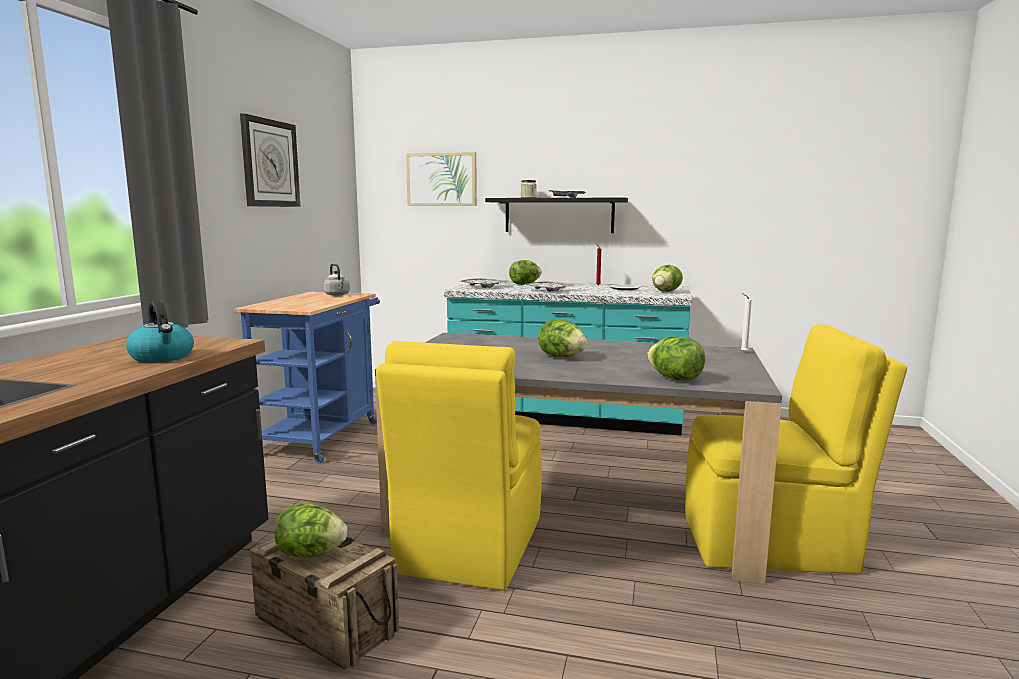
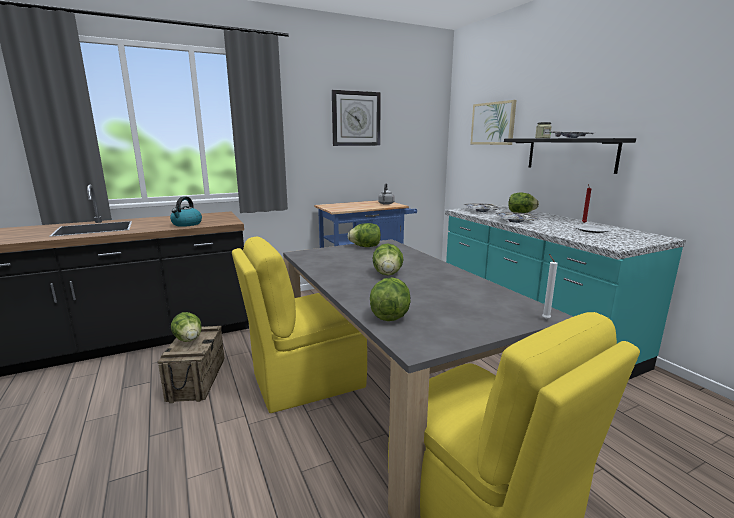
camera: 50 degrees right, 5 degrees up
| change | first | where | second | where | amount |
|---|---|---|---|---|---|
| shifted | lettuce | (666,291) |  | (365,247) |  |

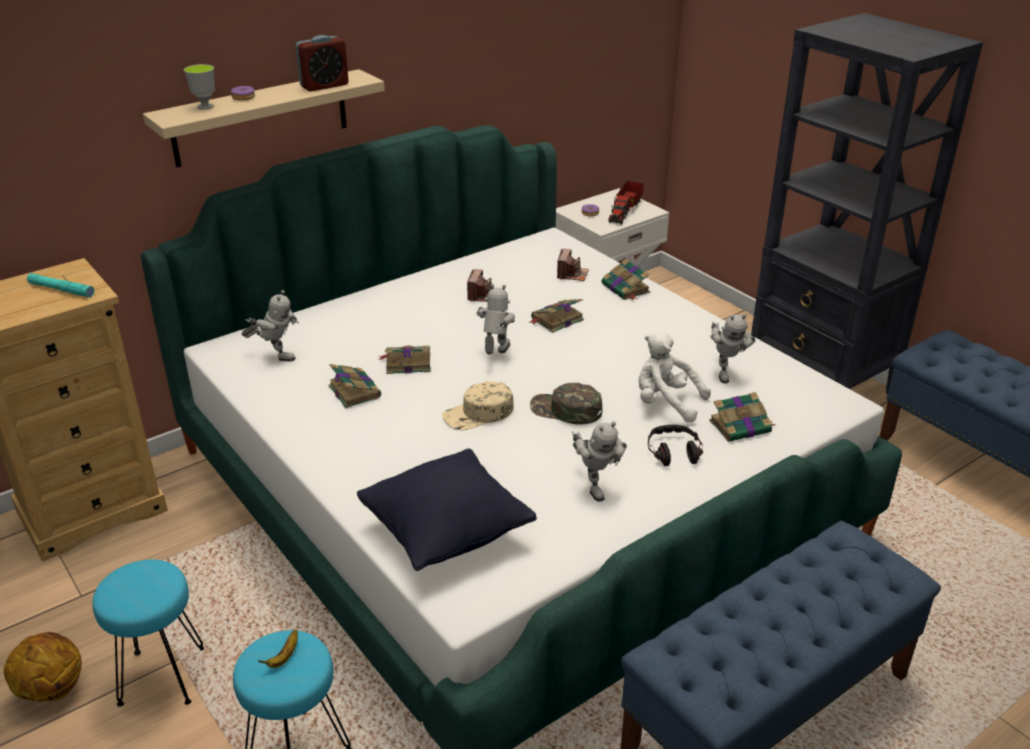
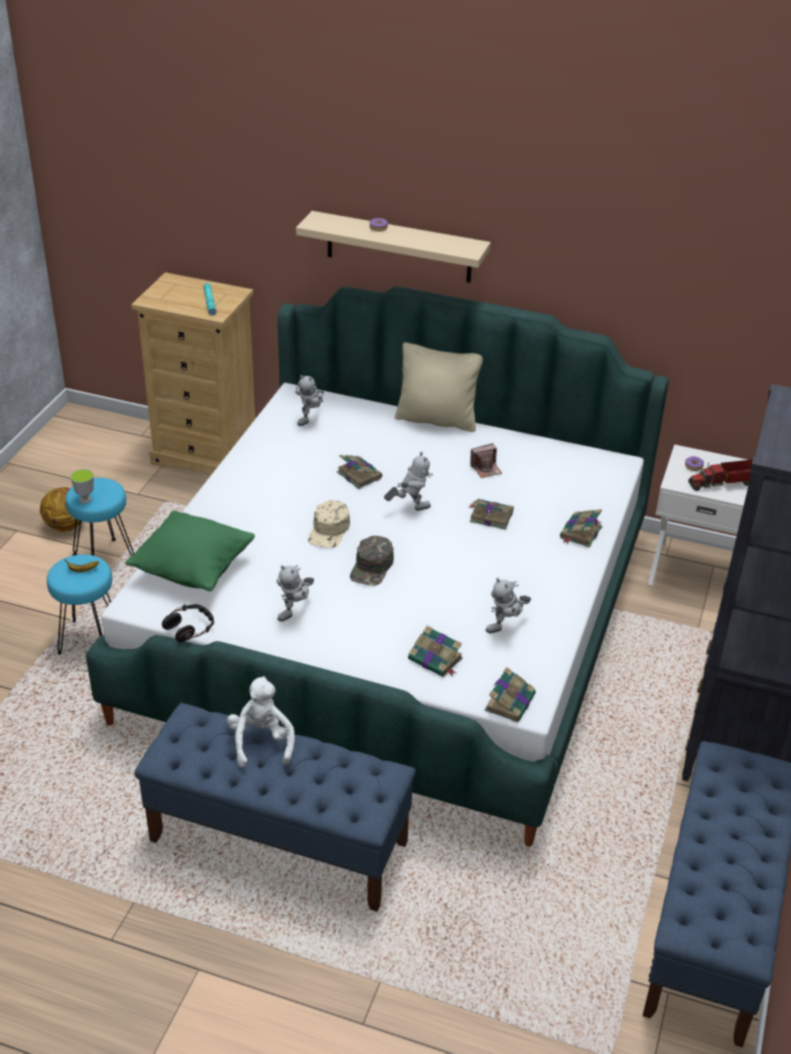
camera: 55 degrees right, 5 degrees up
| change | first | where | second | where | amount |
|---|---|---|---|---|---|
| shifted | cup | (205,106) |  | (85,499) |  |
| rotated | robot figure | (276,355) |  | (311,419) | 45 degrees clockwise |
| gone | bedside clock | (324,86) |  |  |  |
| shifted | bound book | (354,391) |  | (510,701) |  |
| repainted | black throw pillow | (446,534) | green-coloured throw pillow | (193,570) |  |
| rotated | beige-coloured cap | (478,414) |  | (329,530) | 105 degrees counterclockwise |
| rotated | green-coloured cap | (565,410) |  | (372,567) | 150 degrees counterclockwise |
| gone | photo camera | (572,274) |  |  |  |
| shifted | white-coloured cuddly toy | (665,403) |  | (261,742) |  |
| shifted | headset | (673,451) |  | (189,627) |  |
| new |  |  | beige-coloured throw pillow | (437,419) |  |

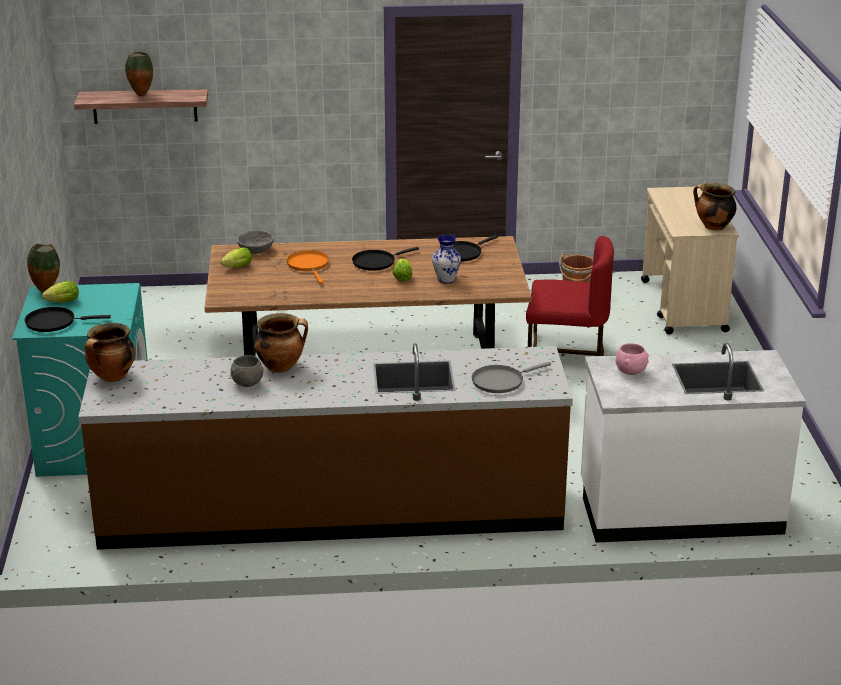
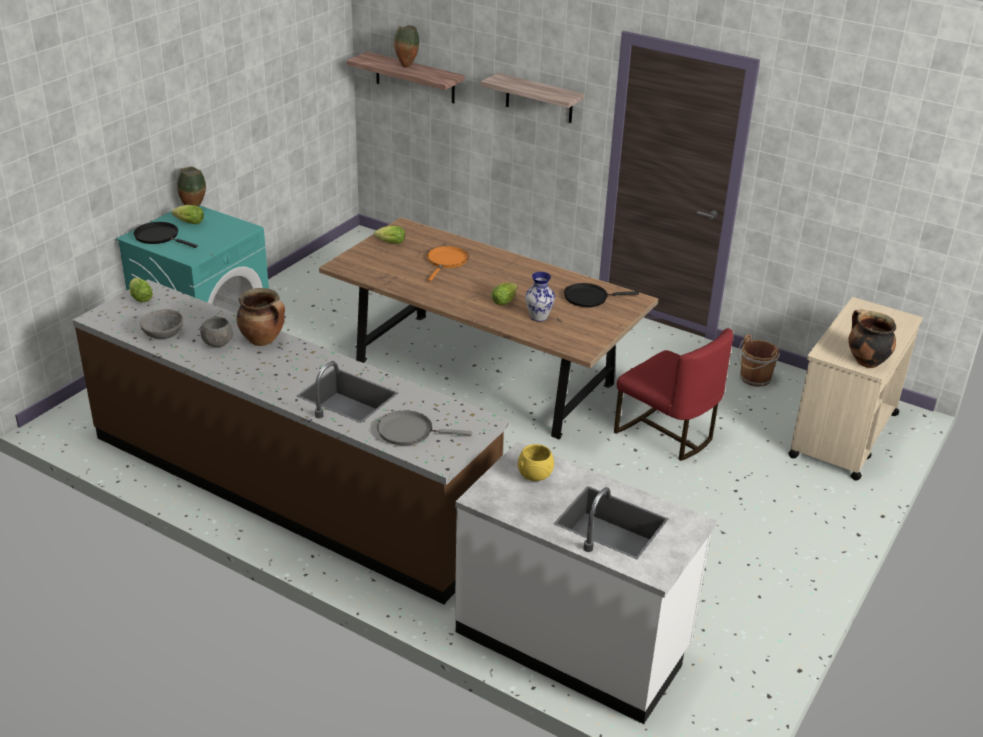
camera: 35 degrees right, 5 degrees up
| change | first | where | second | where | amount |
|---|---|---|---|---|---|
| swapped | cooking pot | (112,377) | lettuce | (140,297) |  |
| shifted | gray deep dish | (256,250) |  | (164,333) |  |
| gone | black frying pan | (376,262) |  |  |  |
| repainted | pink deep dish | (630,371) | yellowish deep dish | (535,476) |  |
| new |  |  | bracket shelf | (539,98) |  |

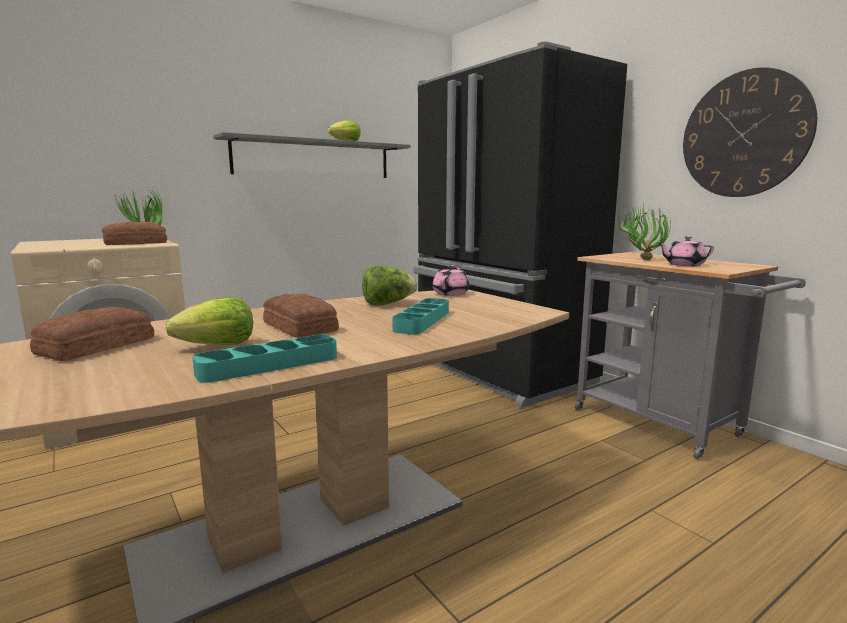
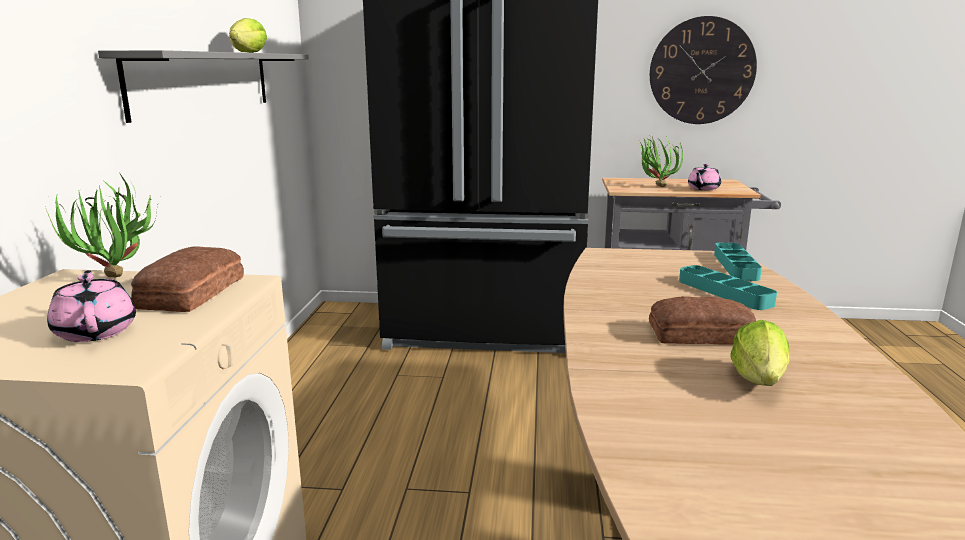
camera: 50 degrees left, 5 degrees up
| change | first | where | second | where | amount |
|---|---|---|---|---|---|
| gone | baked bread | (94,346) |  |  |  |
| shifted | turquoise serving tray | (269,365) |  | (735,266) |  |
| gone | lettuce | (388,304) |  |  |  |
| shifted | pink teapot | (451,293) |  | (96,331) |  |

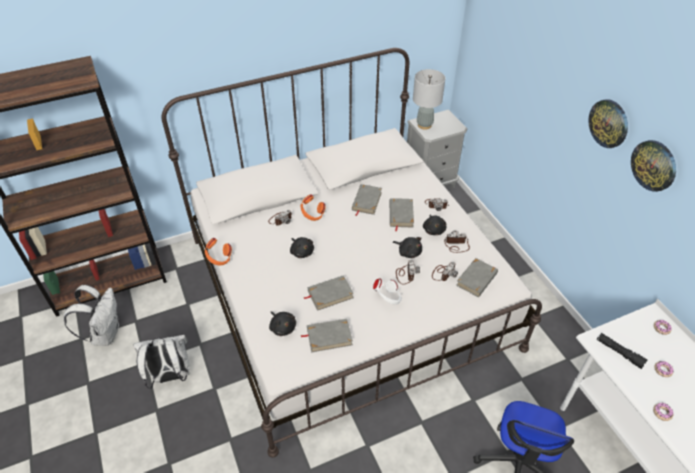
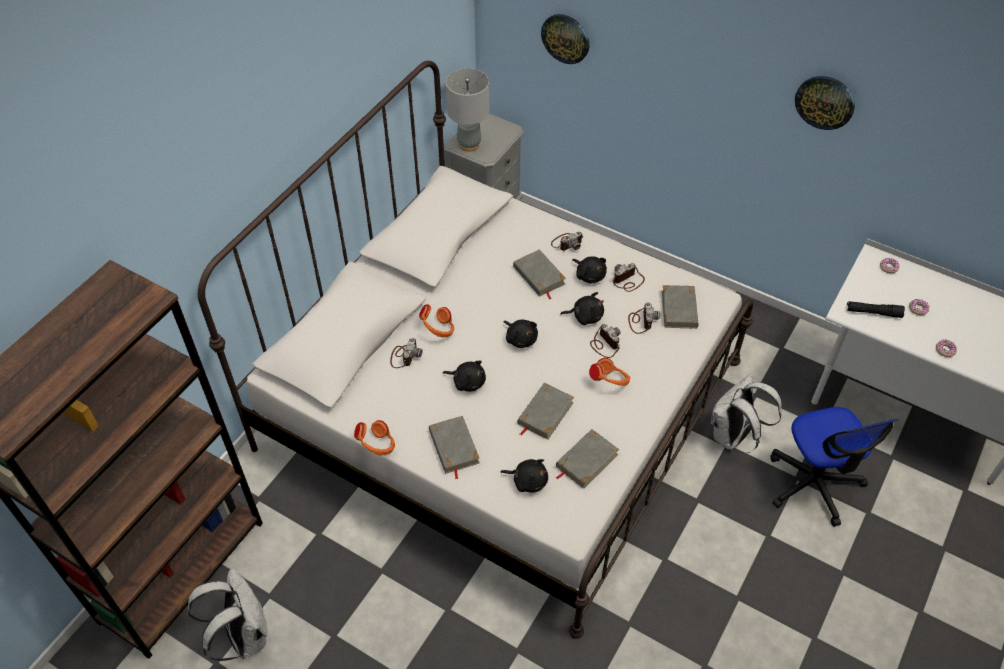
camera: 35 degrees left, 5 degrees up
| change | first | where | second | where | amount |
|---|---|---|---|---|---|
| shifted | white-coloured rucksack | (170,376) |  | (733,437) |  |
| shifted | gray bound book | (366,201) |  | (453,447) |  |
| repainted | white-coloured headset | (388,298) | orange-coloured headset | (609,382) |  |
| shifted | hanging clock | (609,123) |  | (566,38) |  |
| new |  |  | black cuddly toy | (520,338) |  |

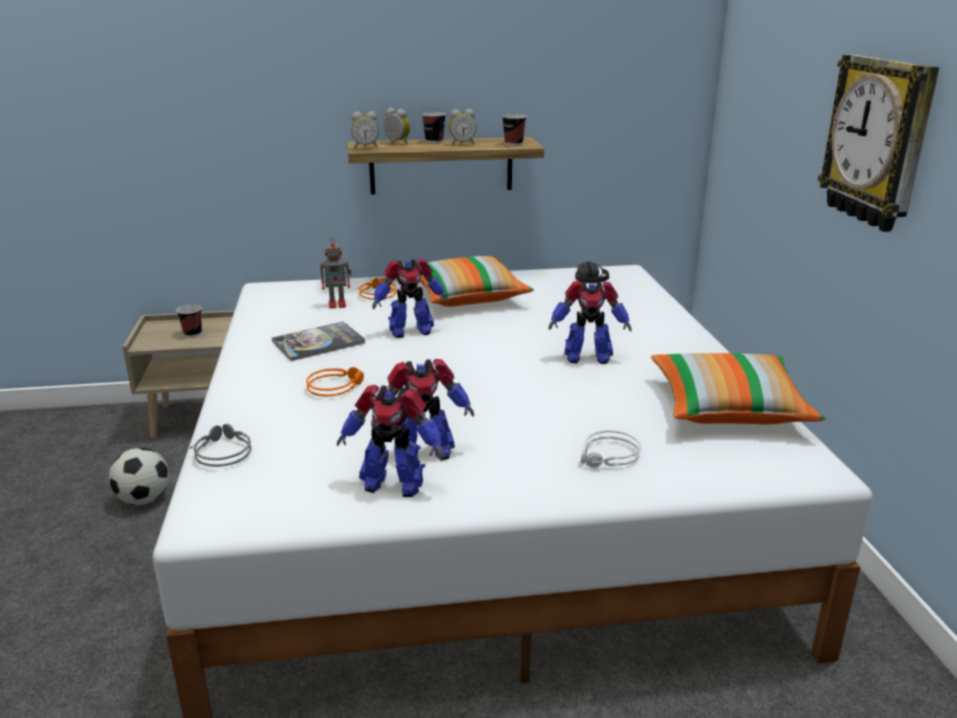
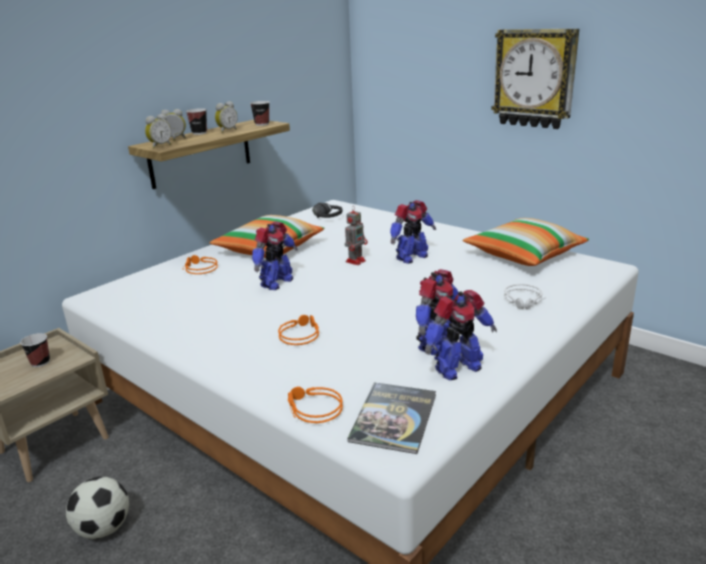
camera: 40 degrees left, 0 degrees up
| change | first | where | second | where | amount |
|---|---|---|---|---|---|
| repainted | gray headset | (221,452) | orange-coloured headset | (312,410) |  |
| shifted | bound book | (318,342) |  | (394,418) |  |
| shifted | robot figure | (338,304) |  | (356,261) |  |

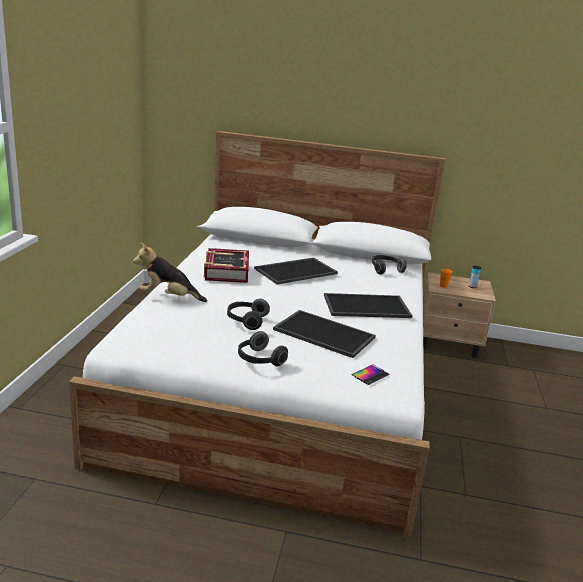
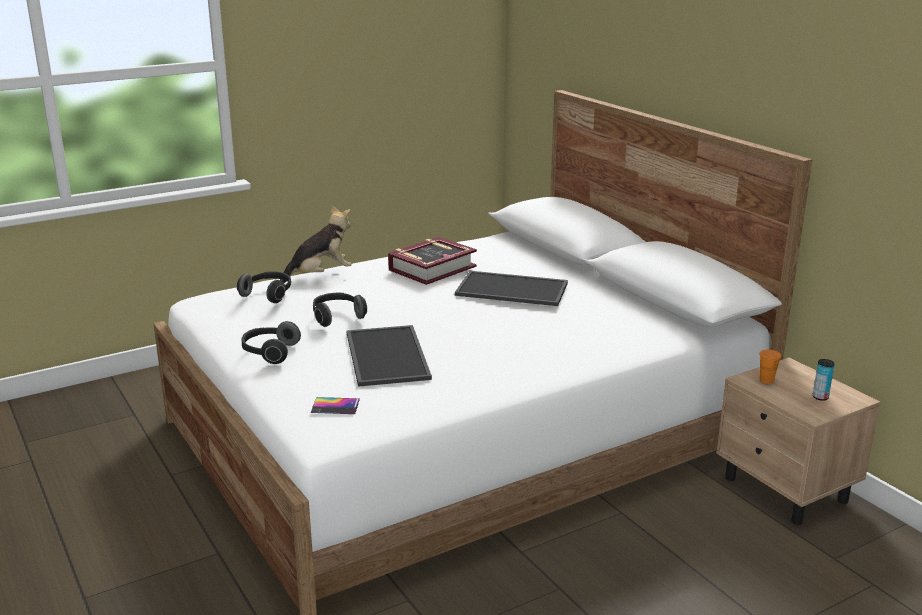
camera: 50 degrees right, 0 degrees up
| change | first | where | second | where | amount |
|---|---|---|---|---|---|
| rotated | cuddly toy | (168,297) |  | (320,275) | 90 degrees clockwise |
| gone | serving tray | (366,307) |  |  |  |
| shifted | headset | (385,270) |  | (268,295) |  |

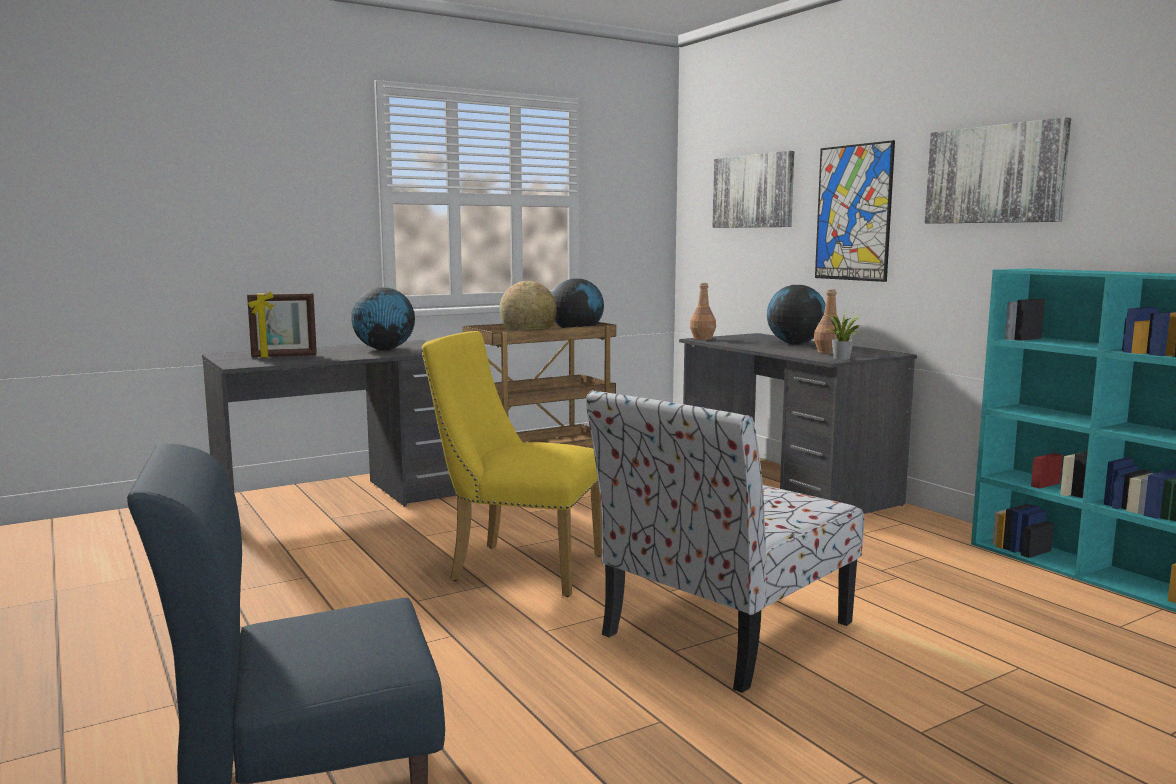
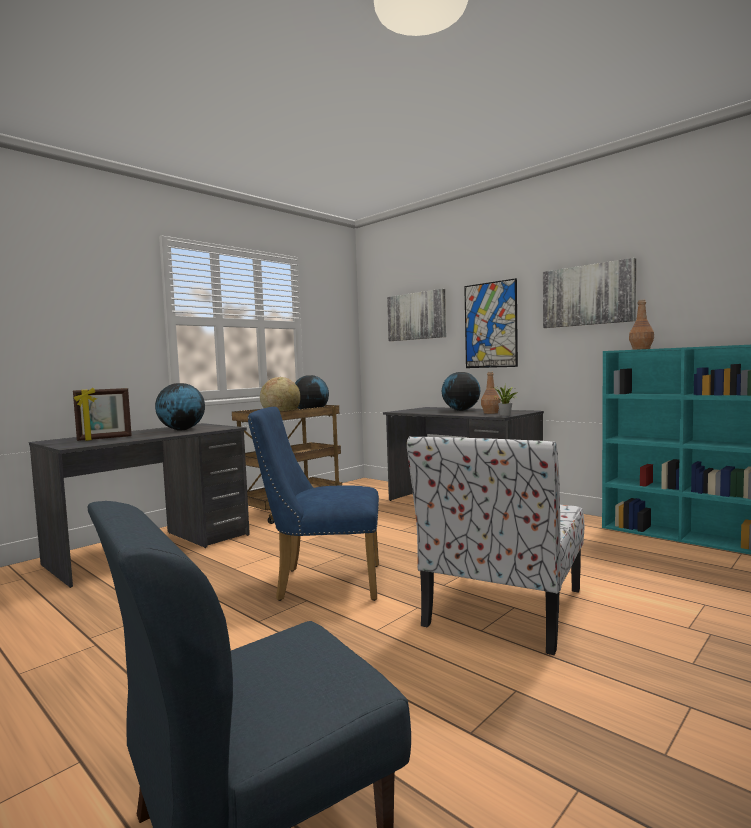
camera: 15 degrees left, 5 degrees down
| change | first | where | second | where | amount |
|---|---|---|---|---|---|
| repainted | yellowish chair | (516,567) | bluish chair | (321,583) |  |
| shifted | brown-coloured beverage bottle | (702,339) |  | (641,349) |  |

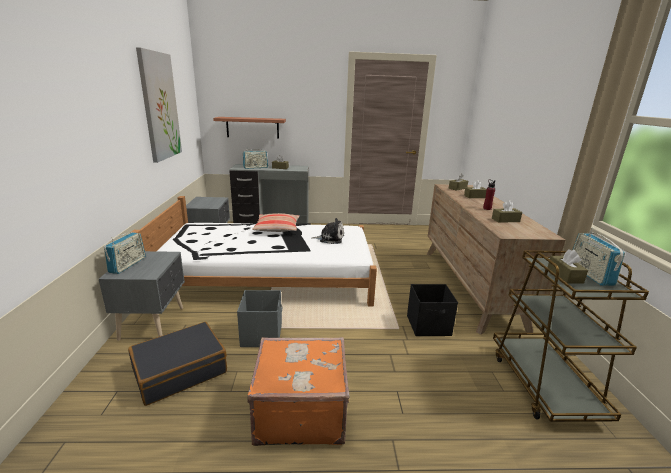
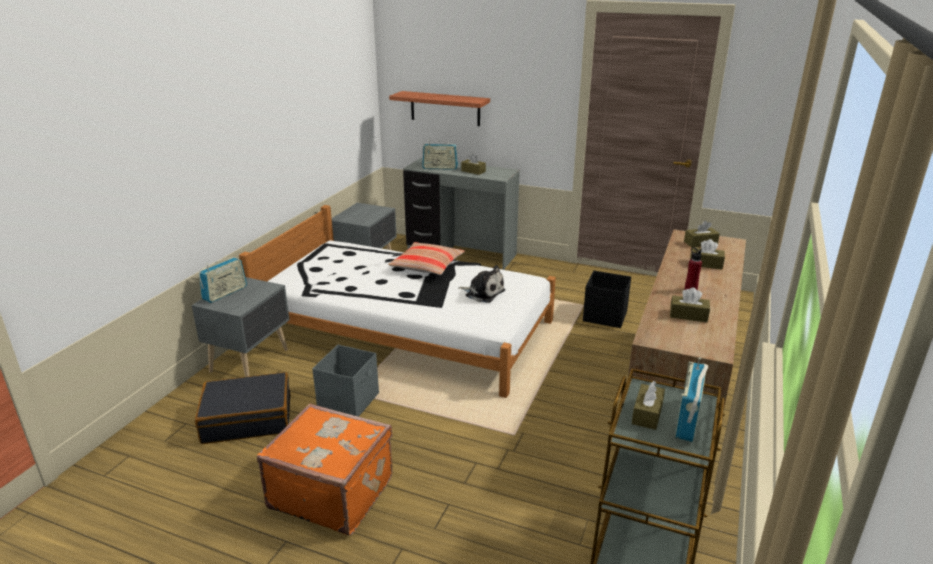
camera: 25 degrees right, 5 degrees up
| change | first | where | second | where | amount |
|---|---|---|---|---|---|
| gone | wall art | (159,106) |  |  |  |
| shifted | black storage container | (429,326) |  | (605,317) |  |

